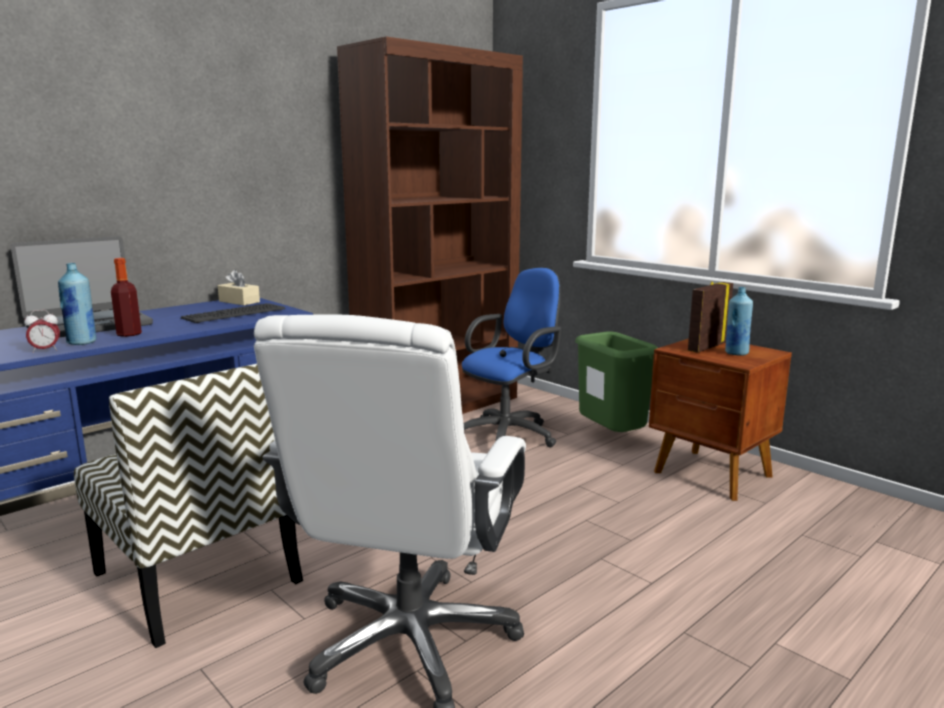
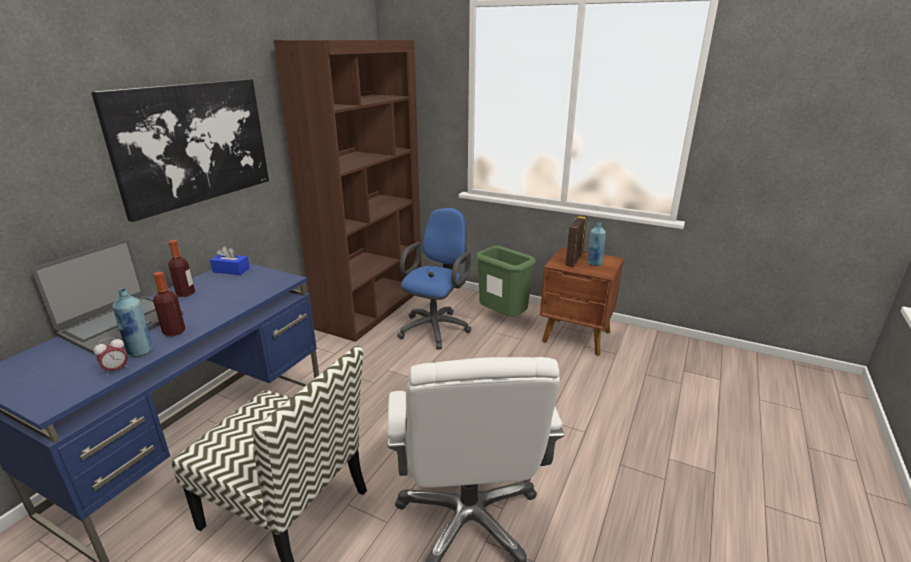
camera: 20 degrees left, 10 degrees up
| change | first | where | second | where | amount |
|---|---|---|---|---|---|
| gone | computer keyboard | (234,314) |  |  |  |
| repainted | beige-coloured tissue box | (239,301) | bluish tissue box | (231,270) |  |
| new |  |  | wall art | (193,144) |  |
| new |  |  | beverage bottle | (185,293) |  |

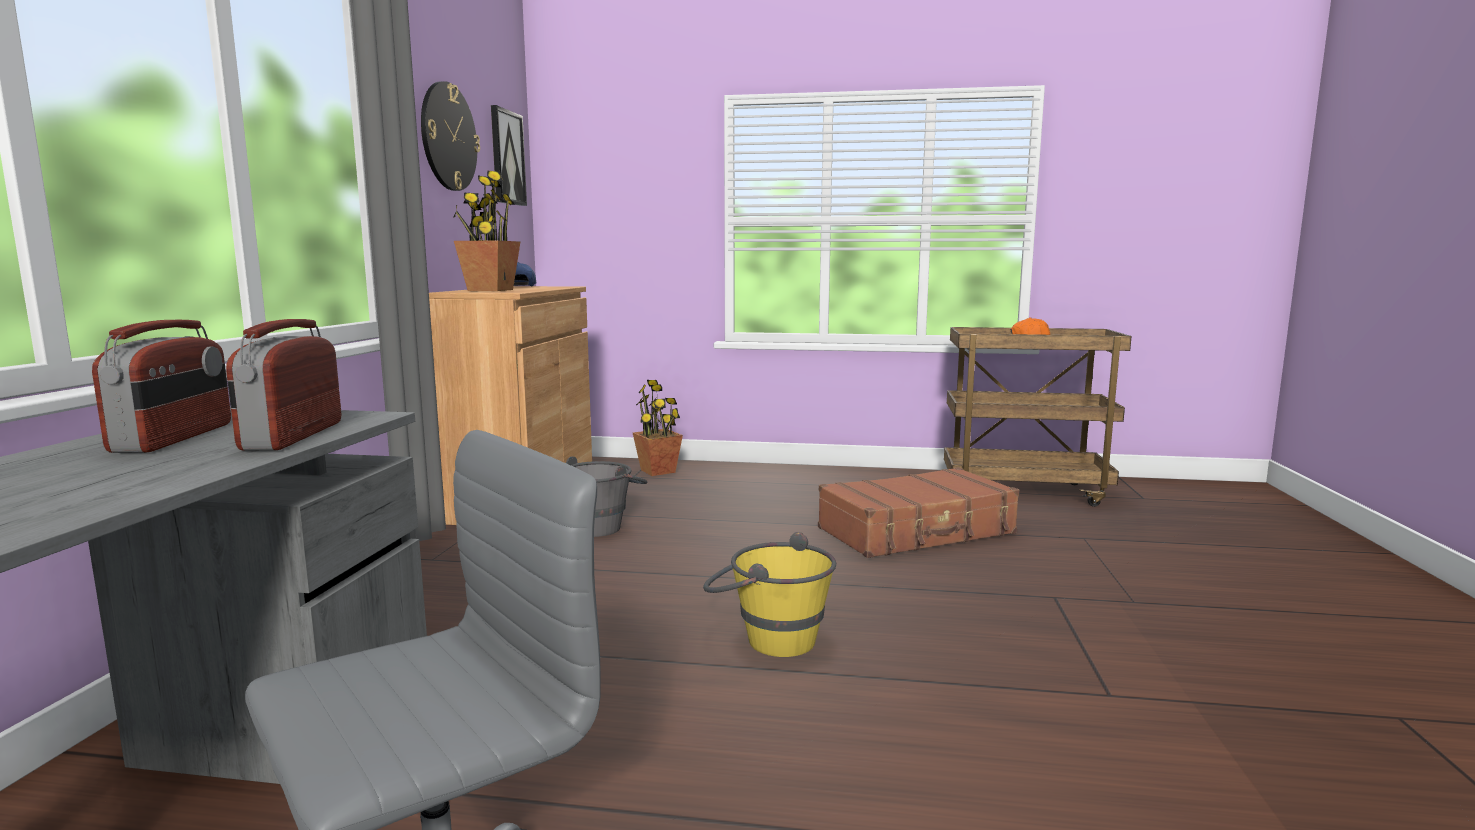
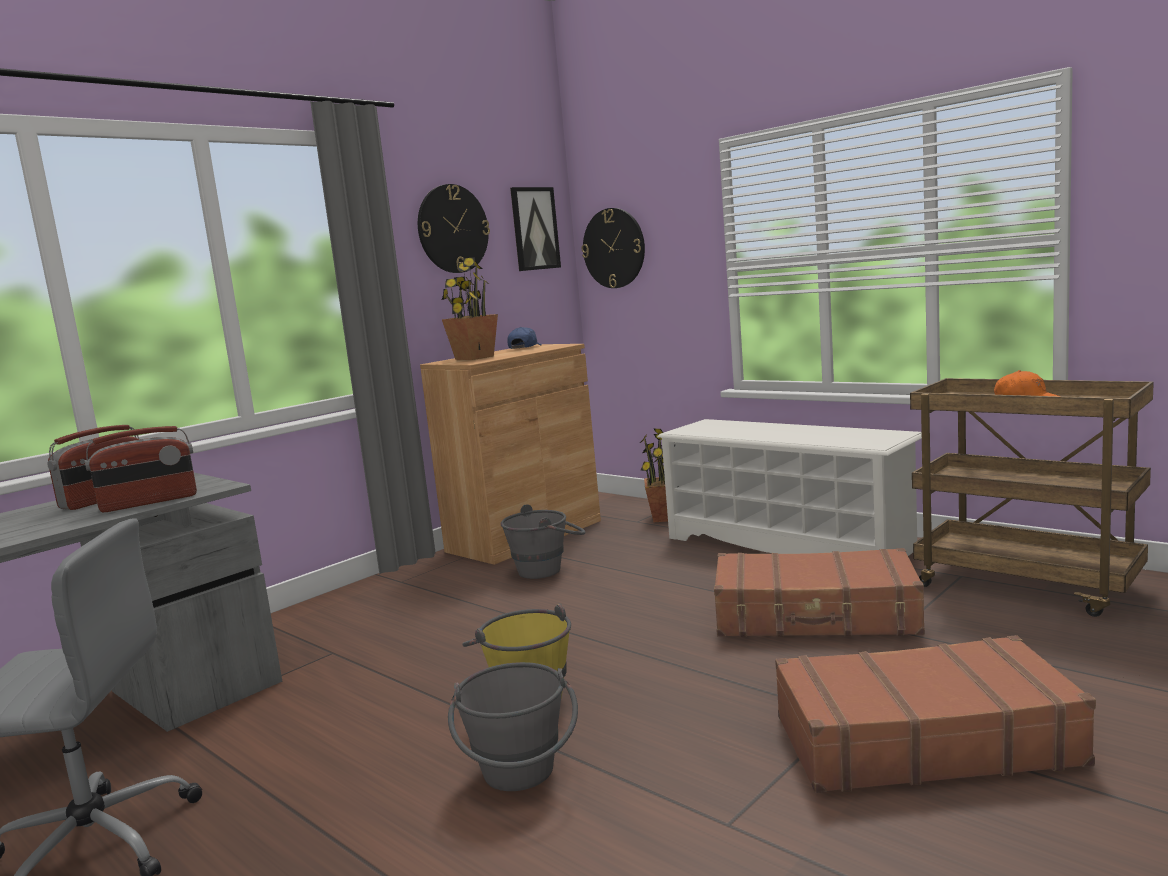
camera: 35 degrees right, 0 degrees up
| change | first | where | second | where | amount |
|---|---|---|---|---|---|
| rotated | radio set | (292,436) |  | (149,502) | 150 degrees counterclockwise |
| new |  |  | gray pail | (520,779) |  |
| new |  |  | hanging clock | (614,248) |  |
| new |  |  | white-coloured shoe rack | (788,543) |  |
| new |  |  | brown-coloured piece of luggage | (922,740) |  |

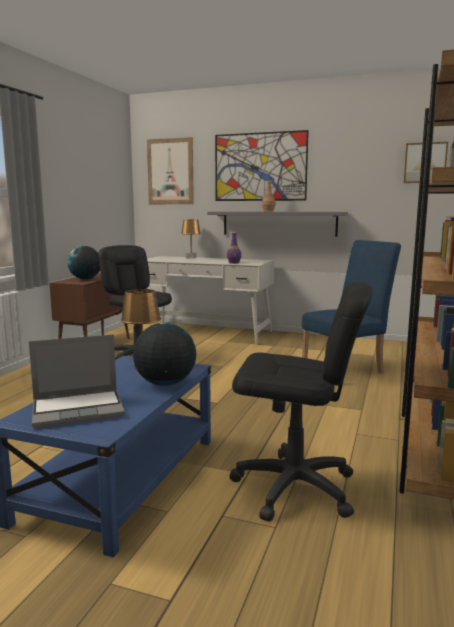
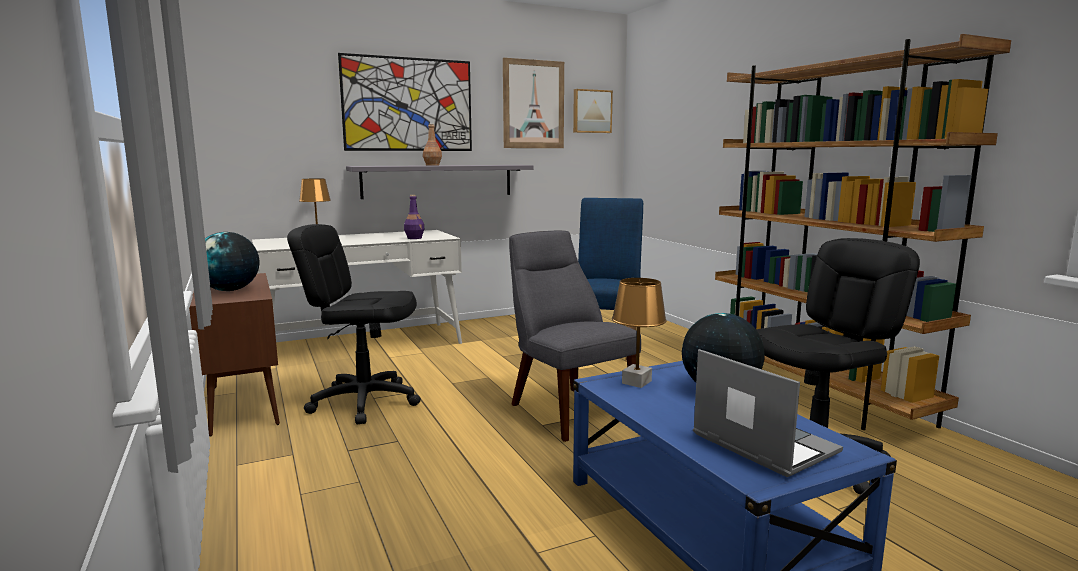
camera: 45 degrees left, 0 degrees up
| change | first | where | second | where | amount |
|---|---|---|---|---|---|
| rotated | notebook computer | (79,409) |  | (761,444) | 60 degrees counterclockwise |
| shifted | wall art | (170,171) |  | (533,104) |  |
| new |  |  | gray chair | (567,410) |  |

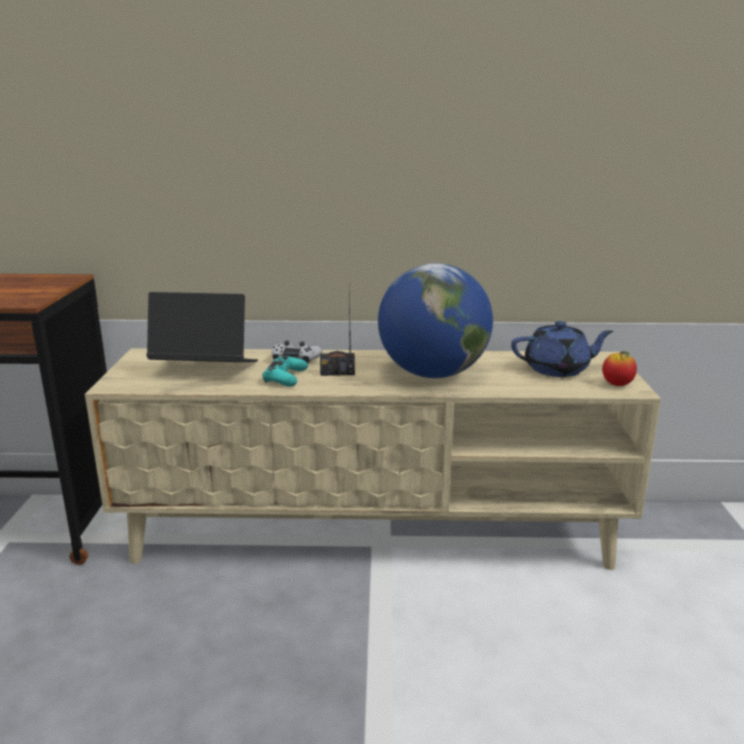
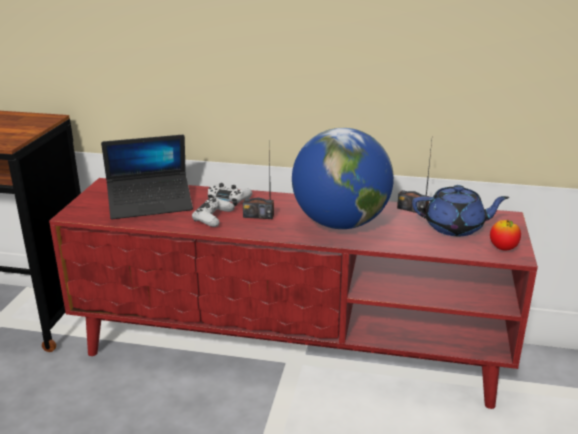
camera: 10 degrees right, 5 degrees up
| change | first | where | second | where | amount |
|---|---|---|---|---|---|
| repainted | beige-coloured media console | (374,533) | red-coloured media console | (291,351) |  |
| rotated | notebook computer | (205,369) |  | (150,204) | 150 degrees clockwise |
| repainted | turquoise joypad | (285,378) | white-coloured joypad | (213,217) |  |
| new |  |  | radio set | (412,209) |  |

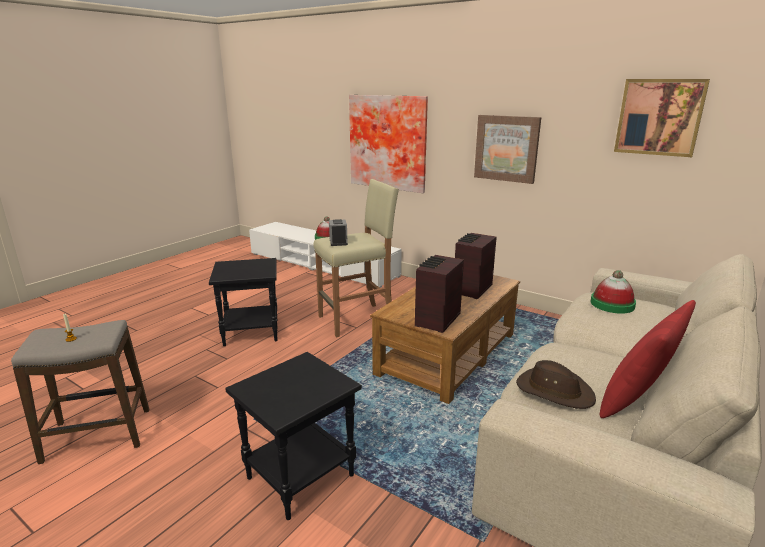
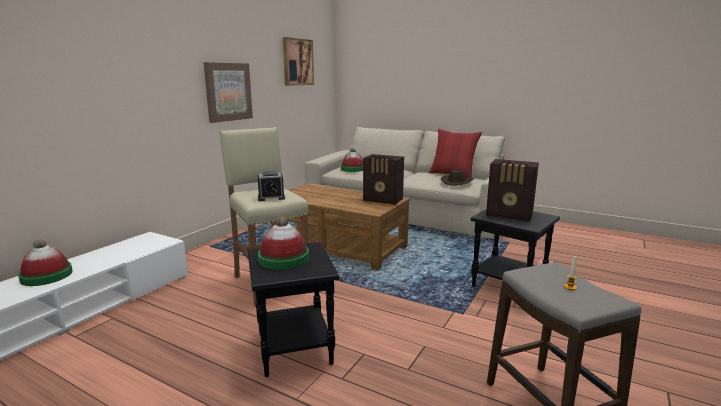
camera: 95 degrees left, 5 degrees down
| change | first | where | second | where | amount |
|---|---|---|---|---|---|
| gone | wall art | (389,142) |  |  |  |
| shifted | radio set | (471,289) |  | (510,215) |  |
| new |  |  | wearable hat | (283,259) |  |

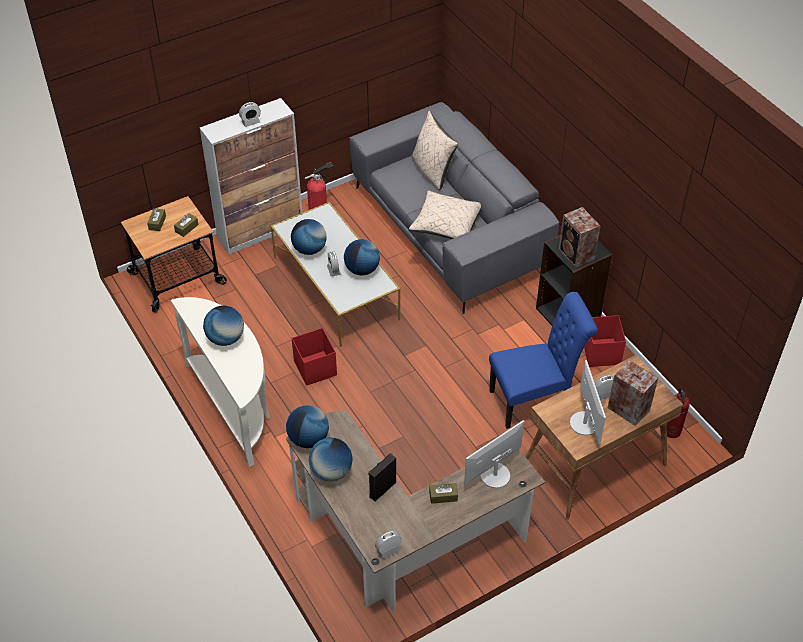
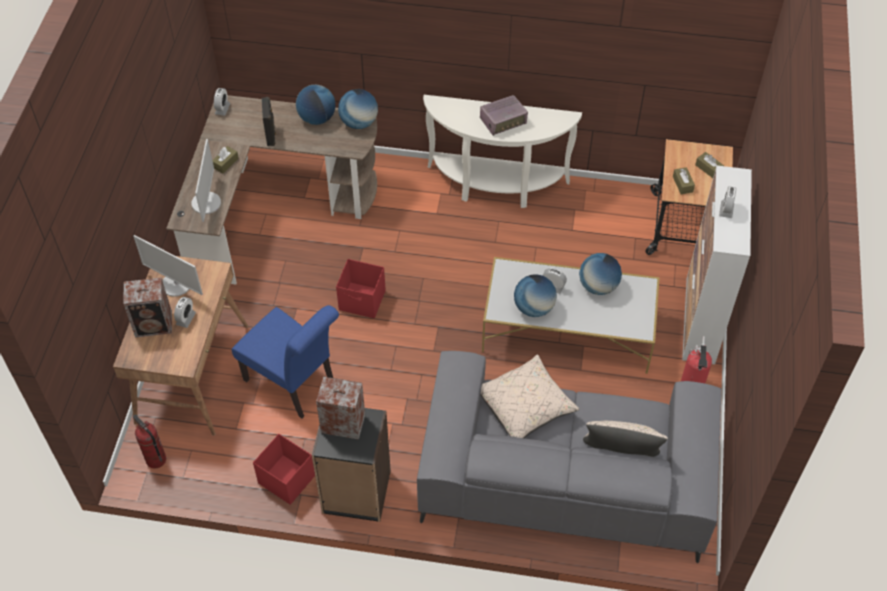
camera: 130 degrees right, 5 degrees up
| change | first | where | second | where | amount |
|---|---|---|---|---|---|
| swapped | world globe | (225,338) | radio set | (503,121) |  |
| shifted | red-coloured storage container | (315,368) |  | (362,301) |  |
| rotated | bluish chair | (535,400) |  | (294,384) | 75 degrees counterclockwise |

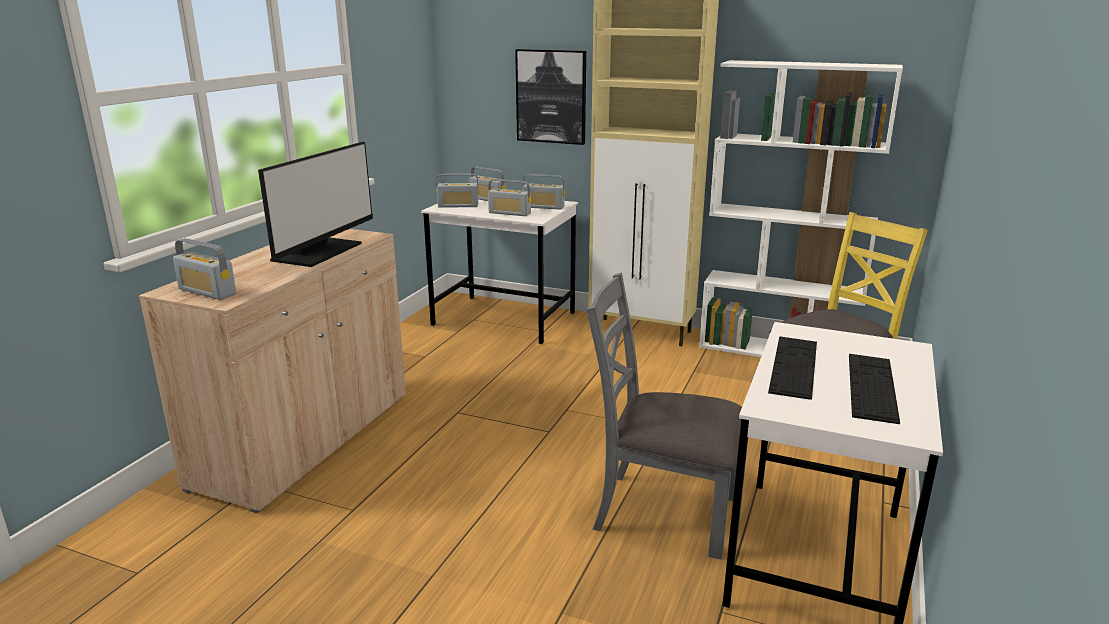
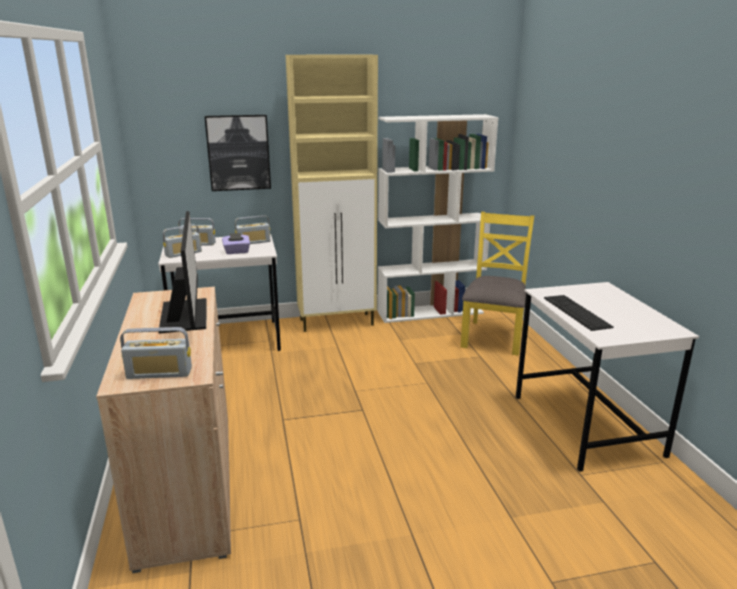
camera: 35 degrees left, 0 degrees up
| change | first | where | second | where | amount |
|---|---|---|---|---|---|
| swapped | radio set | (510,213) | purple tissue box | (237,252) |  |
| gone | gray chair | (663,512) |  |  |  |
| gone | computer keyboard | (872,387) |  |  |  |

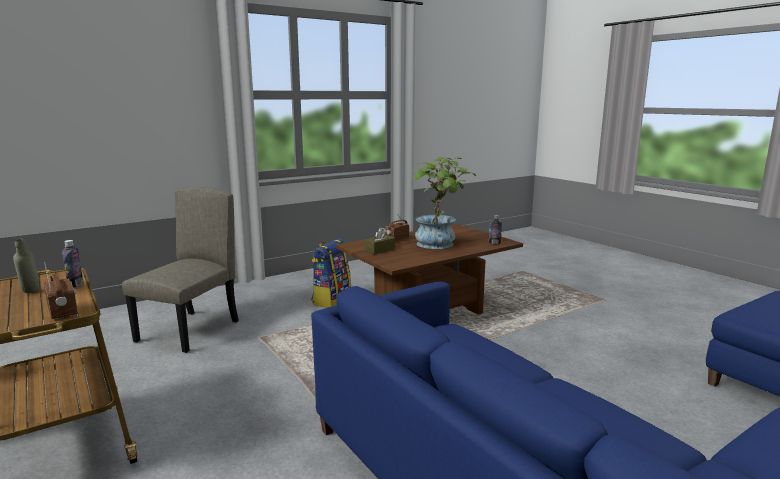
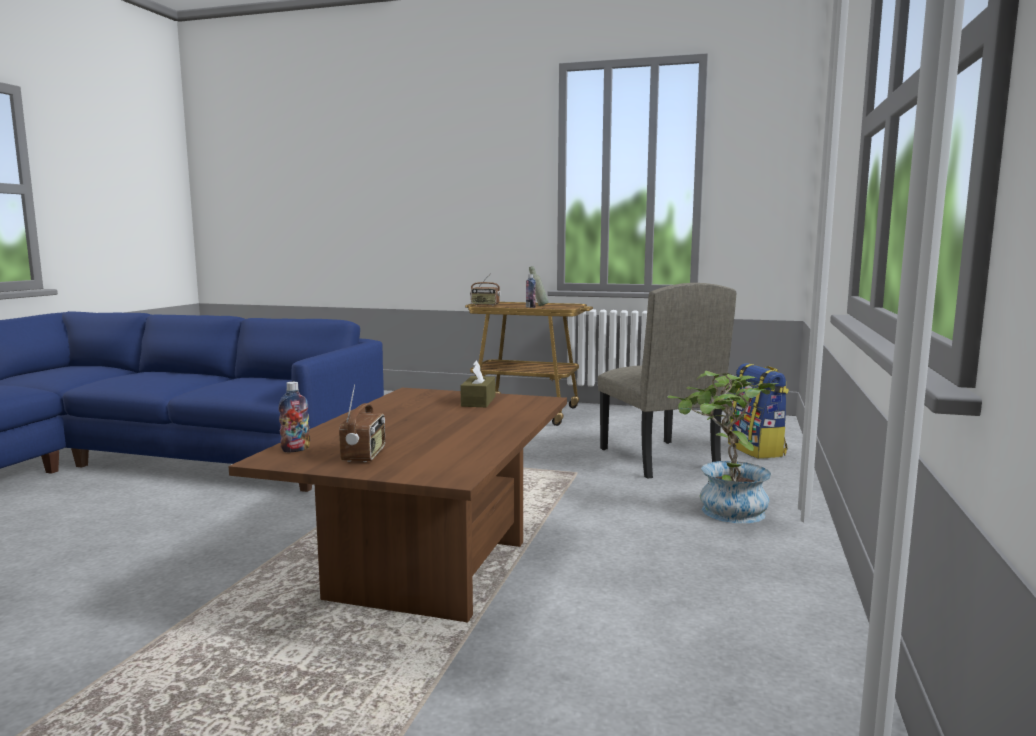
camera: 140 degrees right, 5 degrees down
| change | first | where | second | where | amount |
|---|---|---|---|---|---|
| shifted | rucksack | (331,300) |  | (757,450) |  |
| shifted | radio set | (396,239) |  | (364,455) |  |
| shifted | plant in a pot | (440,245) |  | (722,511) |  |

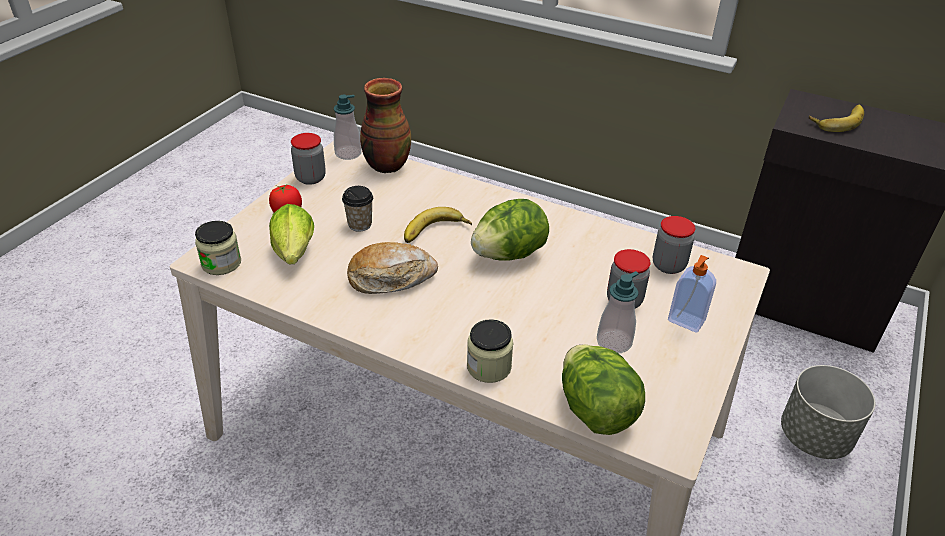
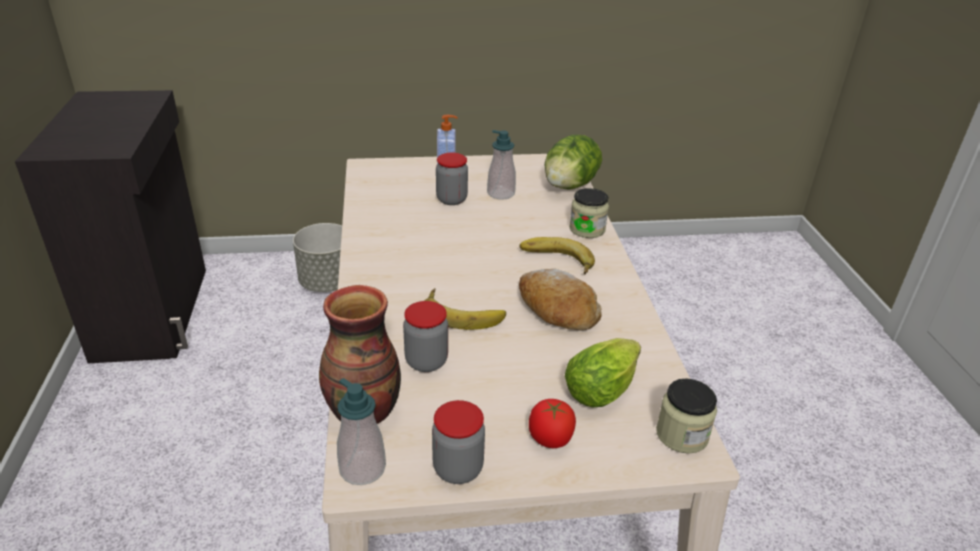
camera: 125 degrees left, 5 degrees down
| change | first | where | second | where | amount |
|---|---|---|---|---|---|
| gone | cup | (360,224) |  |  |  |
| gone | lettuce | (509,254) |  |  |  |
| shifted | preserve jar | (668,265) |  | (426,361) |  |
| shifted | banana fruit | (836,120) |  | (556,261) |  |

